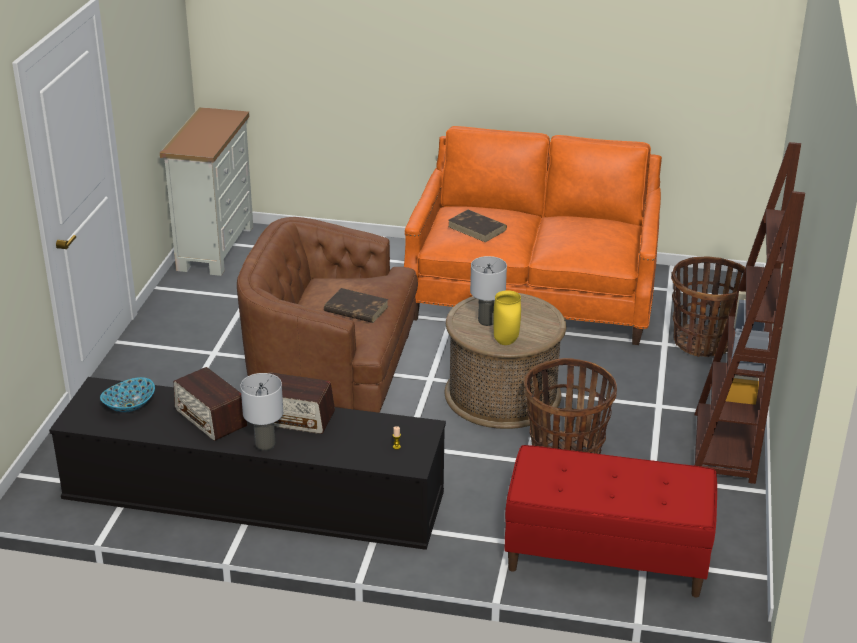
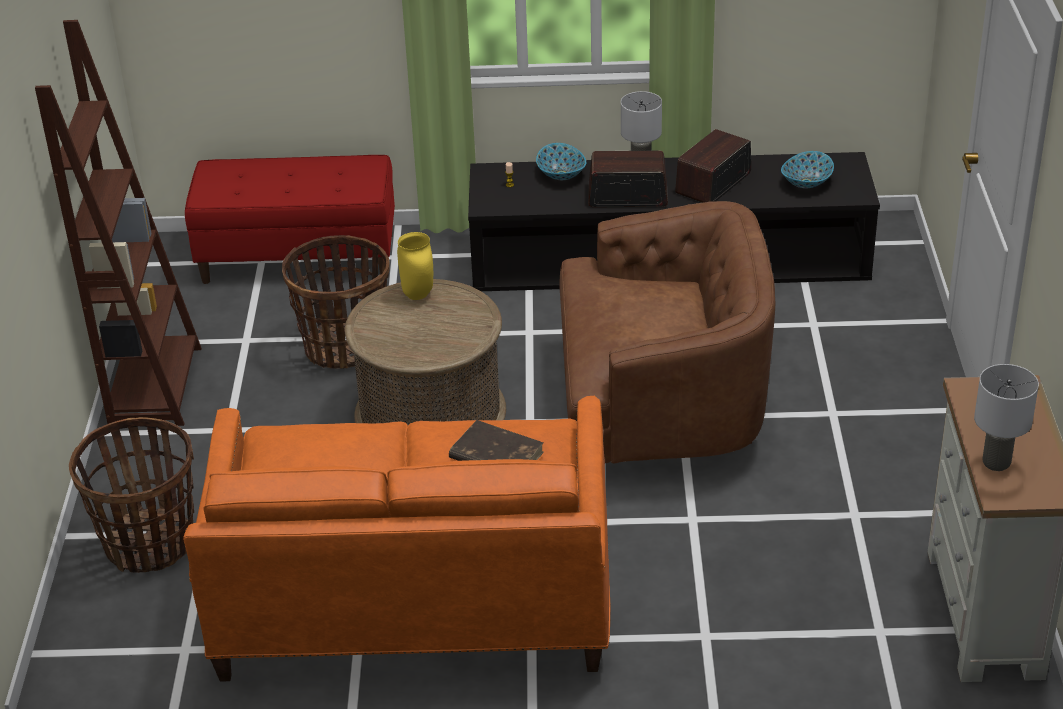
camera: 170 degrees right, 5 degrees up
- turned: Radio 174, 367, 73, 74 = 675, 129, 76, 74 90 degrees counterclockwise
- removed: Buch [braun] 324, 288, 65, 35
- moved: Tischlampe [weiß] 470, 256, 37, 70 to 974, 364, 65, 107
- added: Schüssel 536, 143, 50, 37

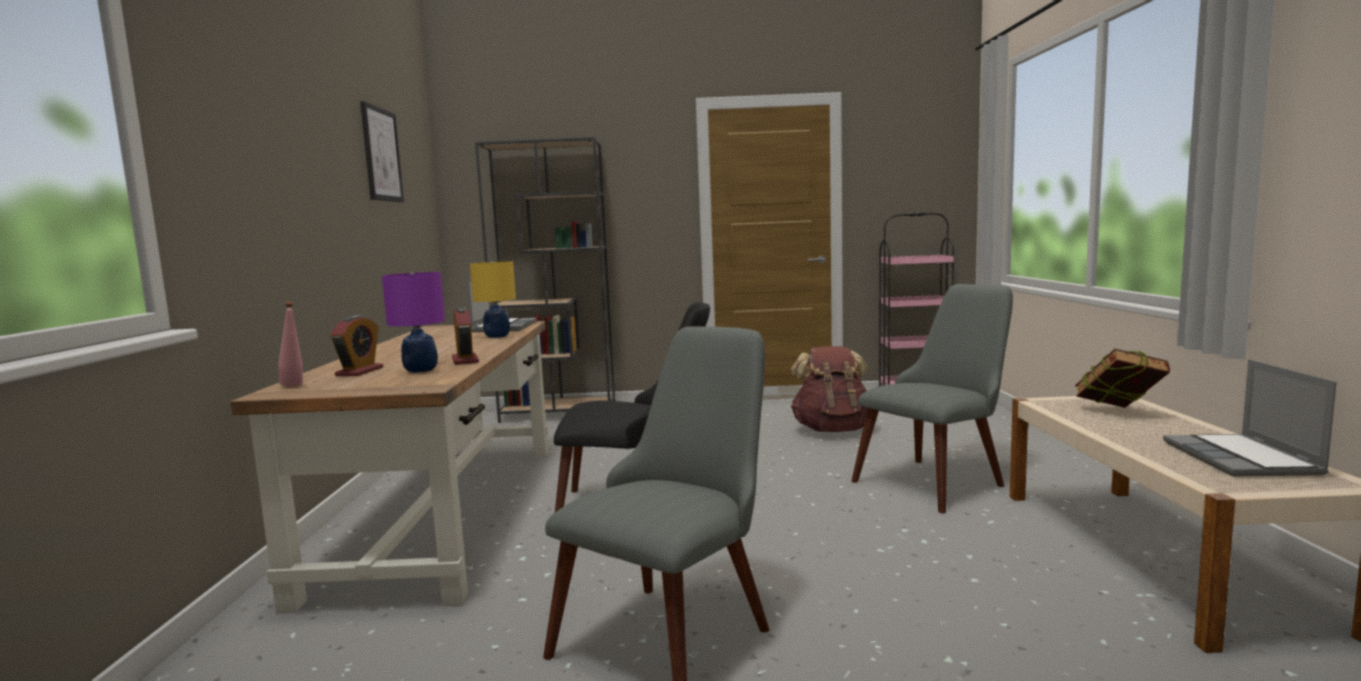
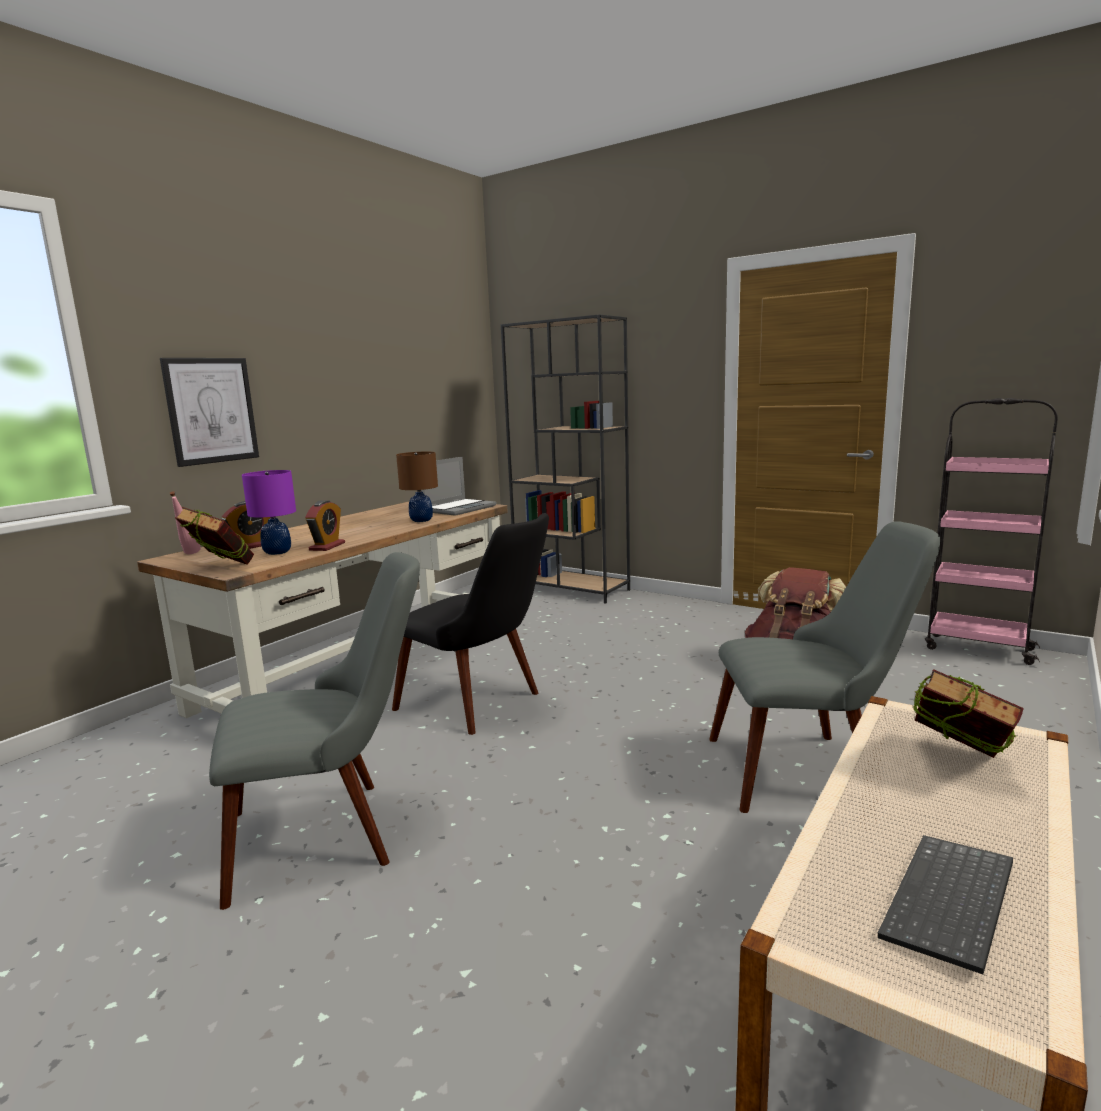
camera: 35 degrees right, 5 degrees up
- moved: Bild 360, 101, 44, 101 to 160, 358, 99, 109
- recoloured: Tischlampe [gelb] 470, 261, 46, 77 to Tischlampe [braun] 396, 452, 42, 70
- replaced: Laptop 1163, 359, 174, 117 to Tastatur 878, 835, 135, 139
- added: Buch 175, 507, 79, 58

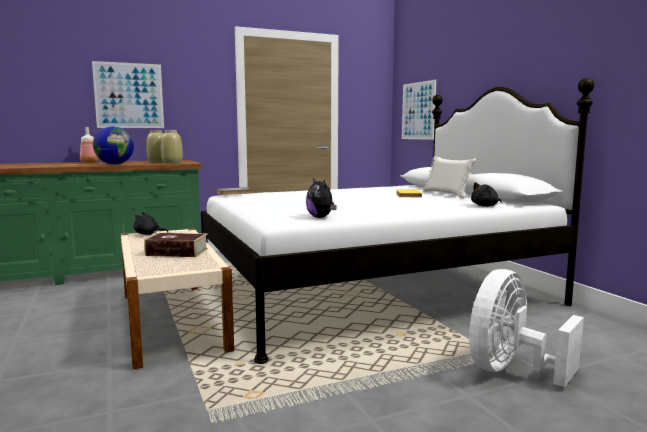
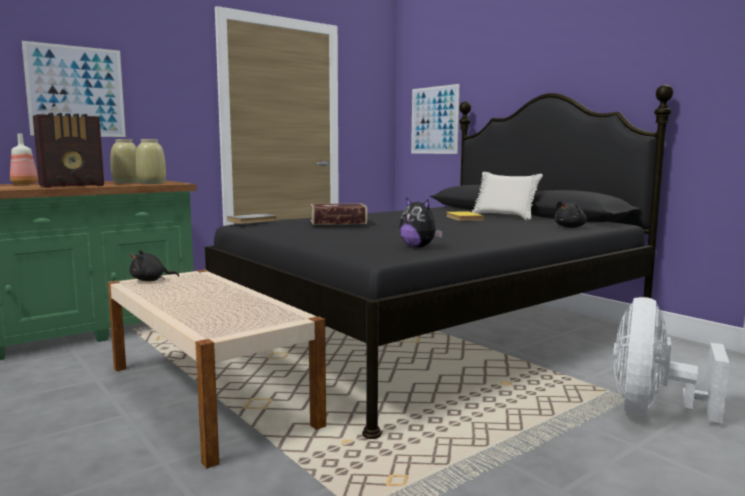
camera: 15 degrees left, 0 degrees up
- replaced: Globus 93, 126, 41, 38 to Radio 33, 113, 71, 75
- moved: Buch 144, 233, 64, 24 to 311, 203, 56, 22
- recoloured: Bett [weiß] 201, 78, 393, 286 to Bett [schwarz] 205, 85, 468, 354

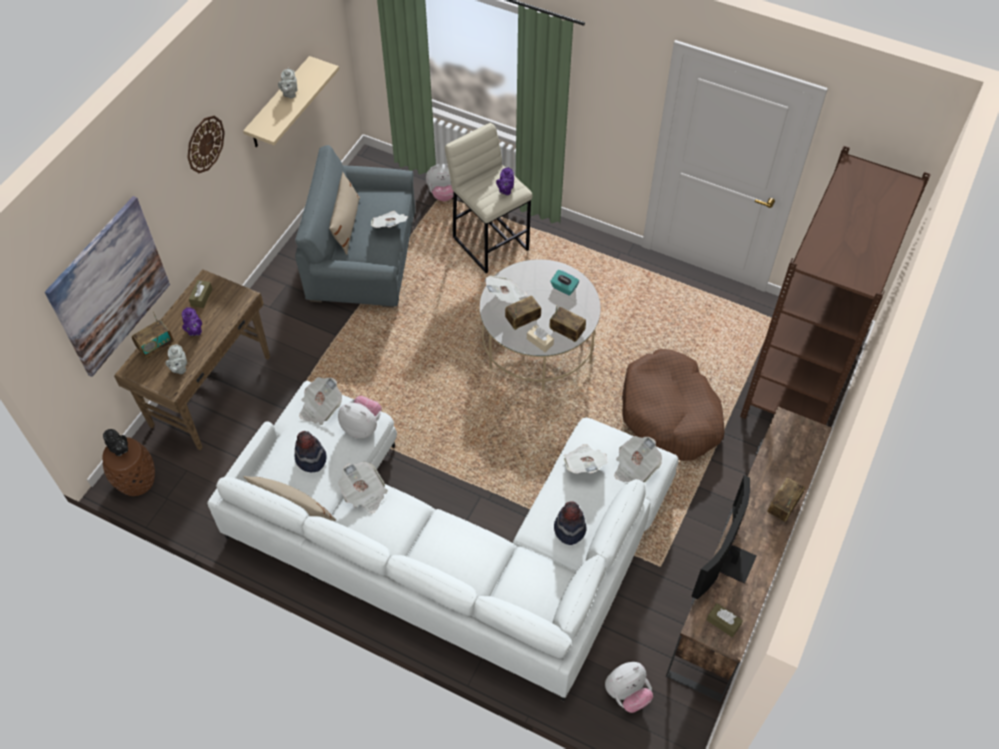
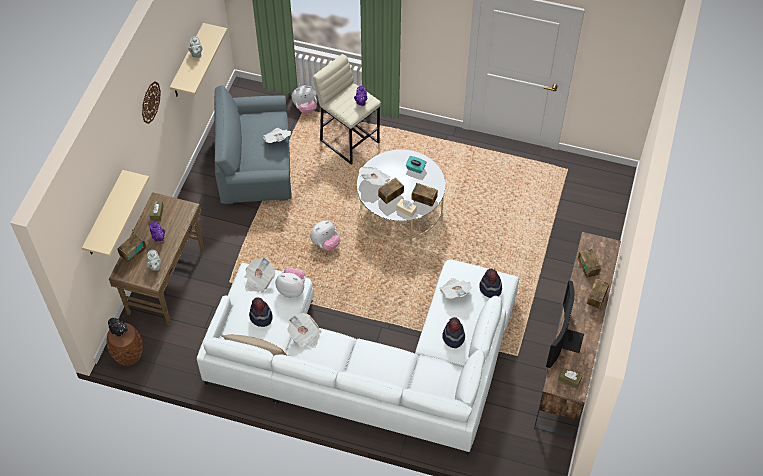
camera: 10 degrees left, 0 degrees up
- replaced: Bild 45, 196, 125, 181 to Wandregal [beige] 82, 170, 67, 87
- removed: Kissen [beige] 329, 172, 31, 83
- moved: Plüschtier 605, 662, 48, 51 to 310, 221, 30, 30
- replaced: Zeitung 614, 436, 48, 46 to Hut 480, 269, 22, 29
- removed: Hundebett [braun] 622, 349, 102, 112
- removed: Bücherregal [braun] 740, 146, 191, 279
- added: Radio 578, 249, 23, 29

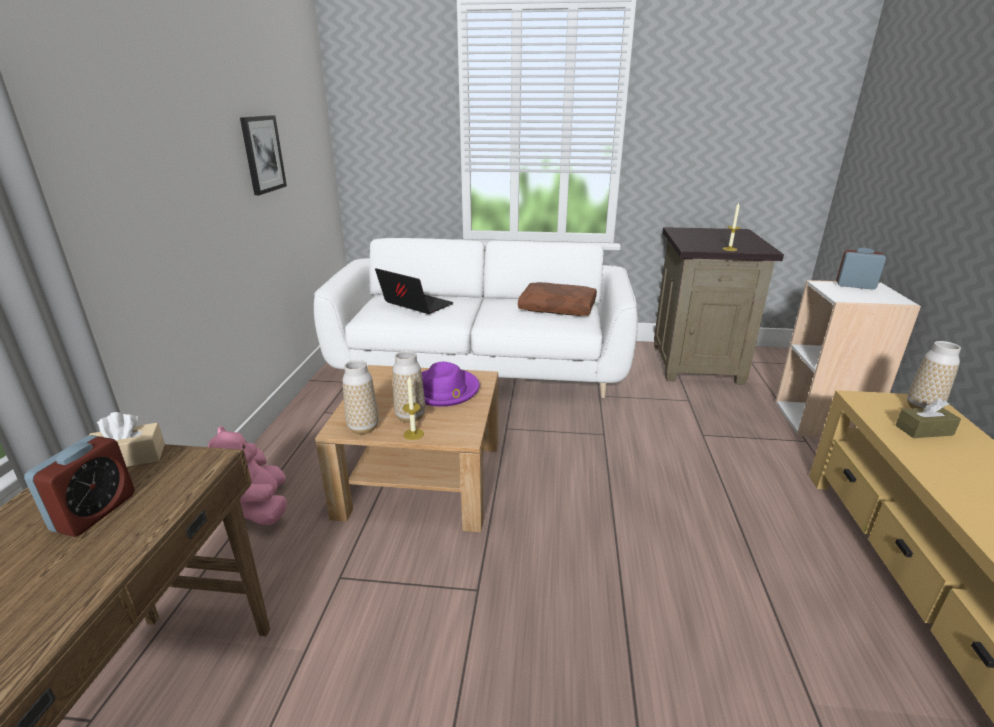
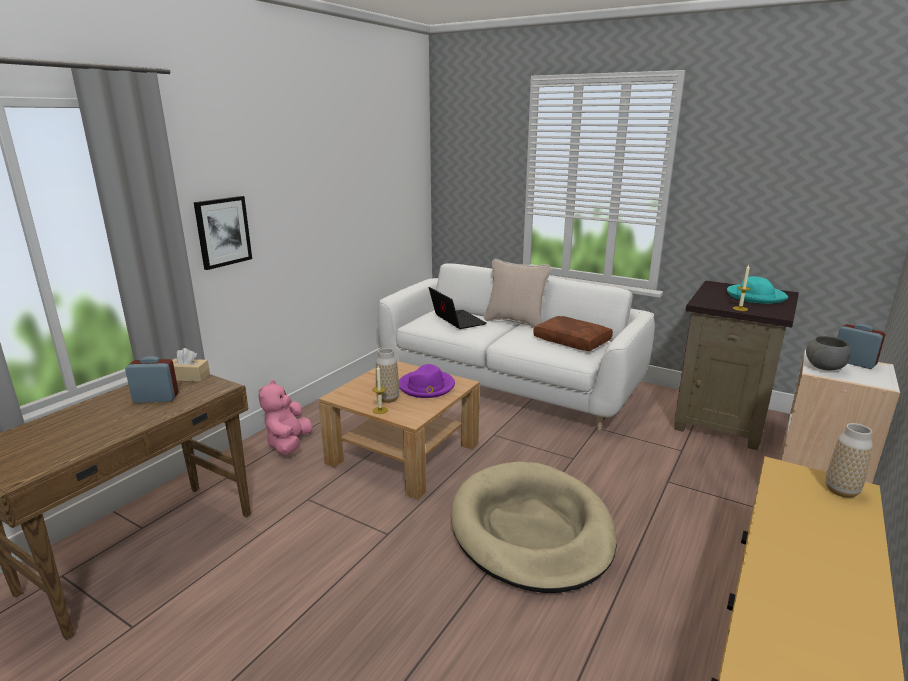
camera: 25 degrees right, 5 degrees down
- turned: Wecker 24, 435, 111, 102 = 125, 356, 54, 47 135 degrees counterclockwise
- moved: Bild 240, 115, 47, 80 to 194, 196, 58, 74
- removed: Vase 342, 360, 37, 74
- removed: Taschentuchbox [braun] 895, 398, 66, 40
- added: Hundebett [beige] 451, 461, 166, 132
- added: Kissen [beige] 484, 259, 68, 69
- added: Hut [türkis] 727, 276, 61, 28
- added: Schüssel [grau] 806, 336, 45, 34

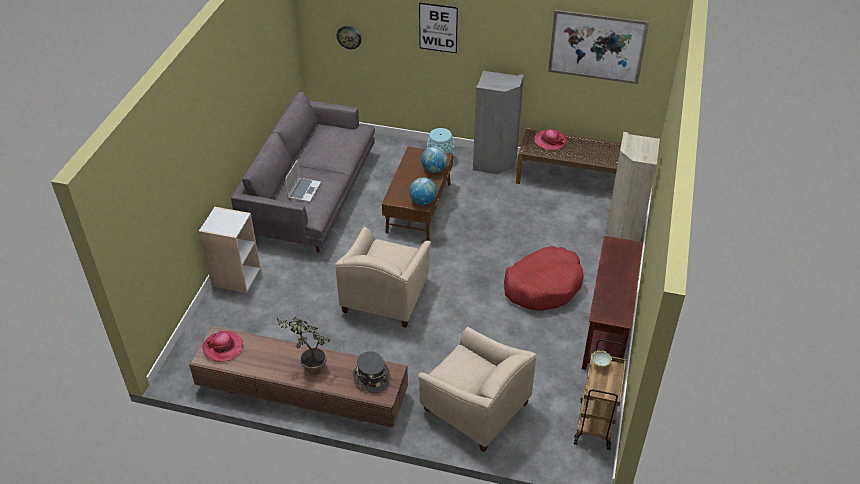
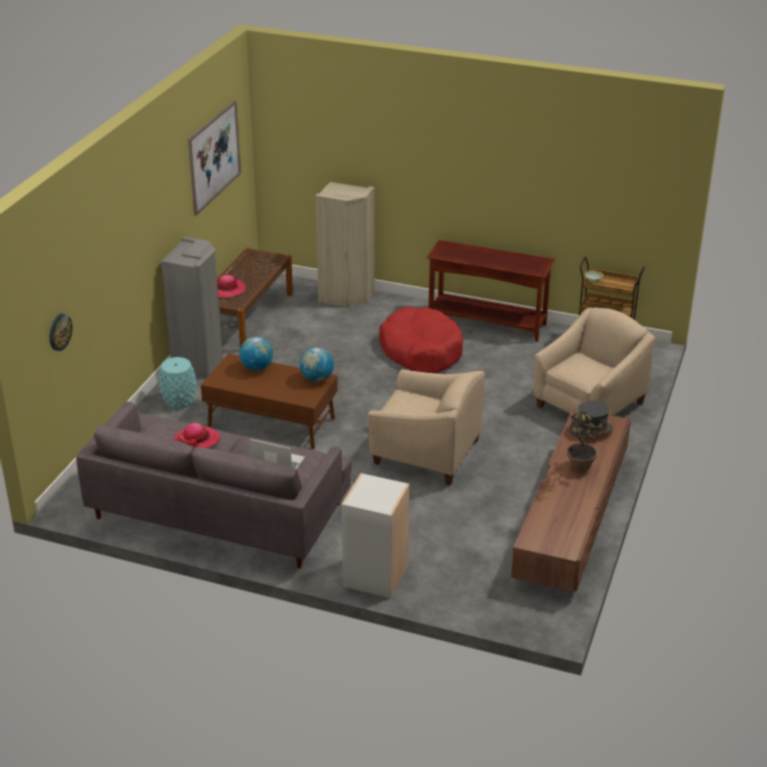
camera: 85 degrees left, 10 degrees down
- moved: Hut 203, 331, 40, 31 to 173, 423, 47, 26
- removed: Bild 419, 3, 39, 50

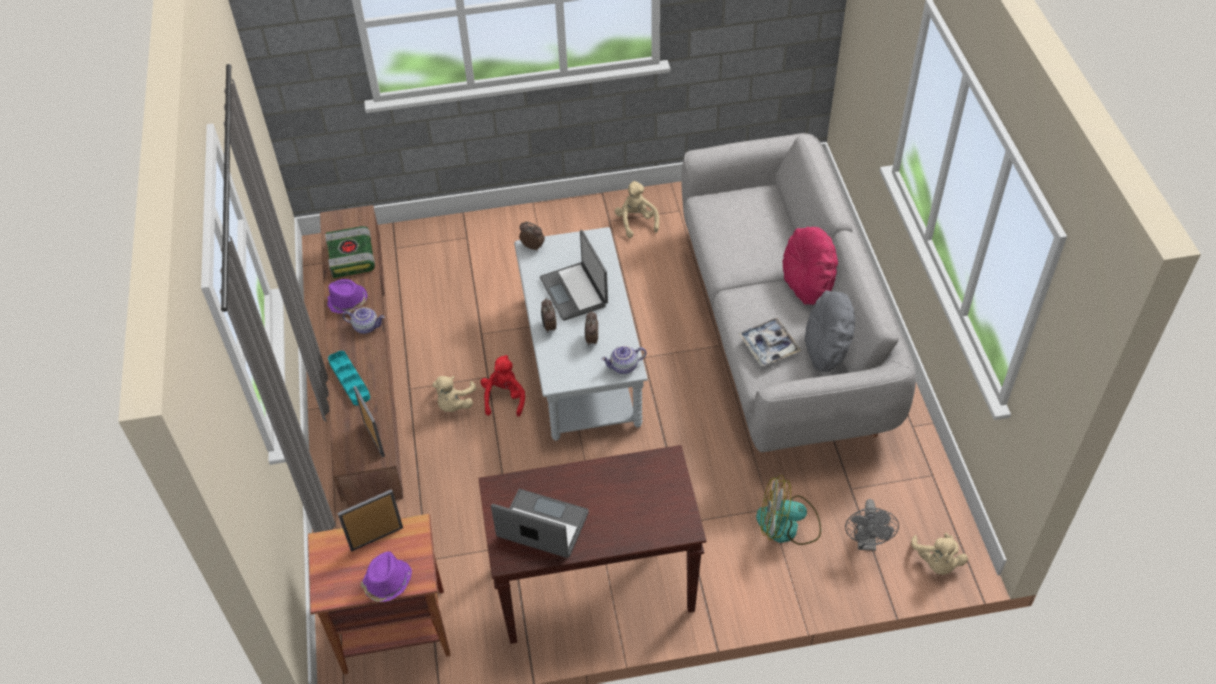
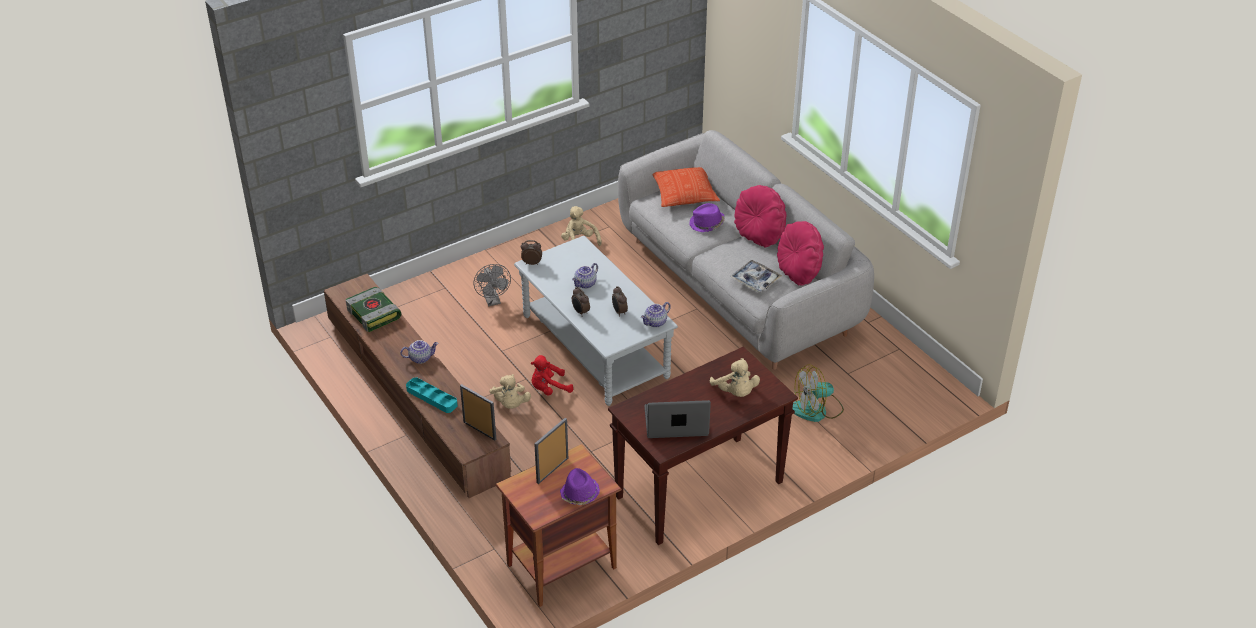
camera: 25 degrees left, 10 degrees down
- moved: Hut [lila] 327, 279, 41, 35 to 689, 203, 36, 29
- turned: Plüschtier [rot] 480, 355, 45, 61 = 530, 355, 43, 41 90 degrees counterclockwise
- replaced: Laptop 540, 230, 68, 91 to Teekanne 572, 263, 26, 26
- recoloured: Kissen [grau] 805, 290, 50, 82 to Kissen [rosa] 777, 221, 47, 65
- moved: Ventilator [grau] 845, 499, 54, 52 to 474, 264, 37, 42
- moved: Plüschtier [beige] 911, 533, 57, 42 to 710, 358, 50, 39
- added: Kissen [orange] 652, 167, 68, 40

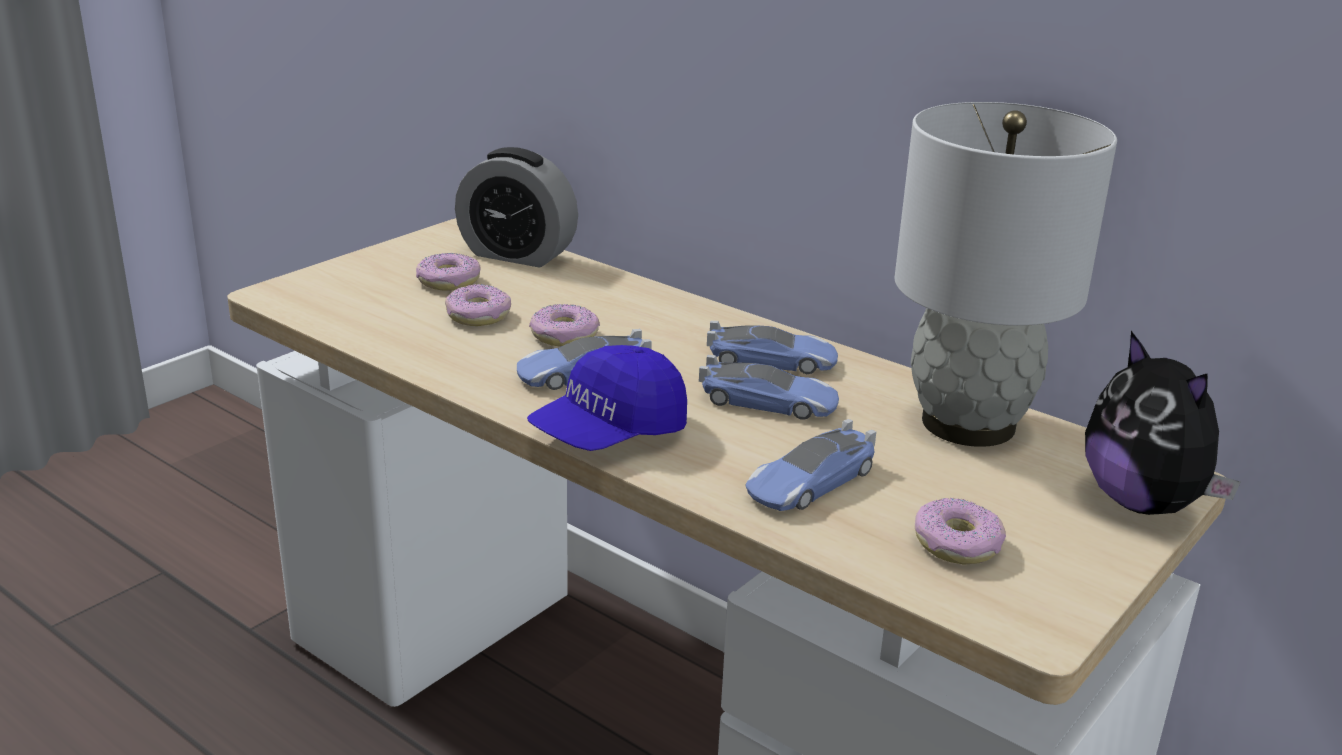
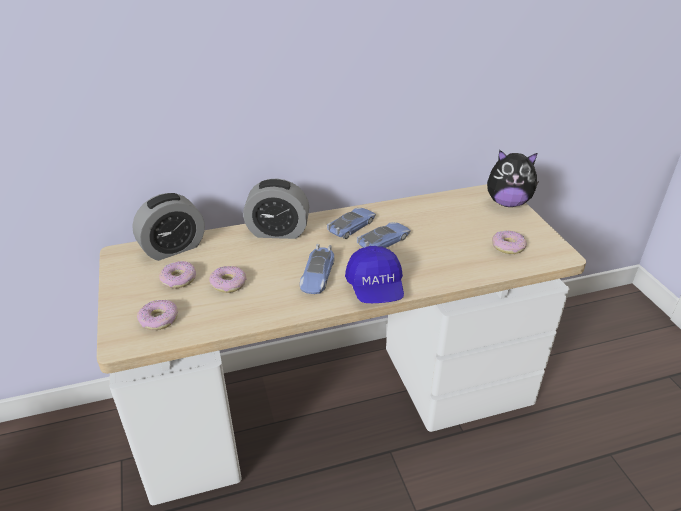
camera: 55 degrees left, 10 degrees up
- moved: Donut 529, 304, 71, 43 to 137, 300, 41, 30
- removed: Spielzeugauto 745, 419, 131, 92
- removed: Tischlampe [weiß] 895, 102, 222, 345
- added: Wecker 243, 179, 66, 60

